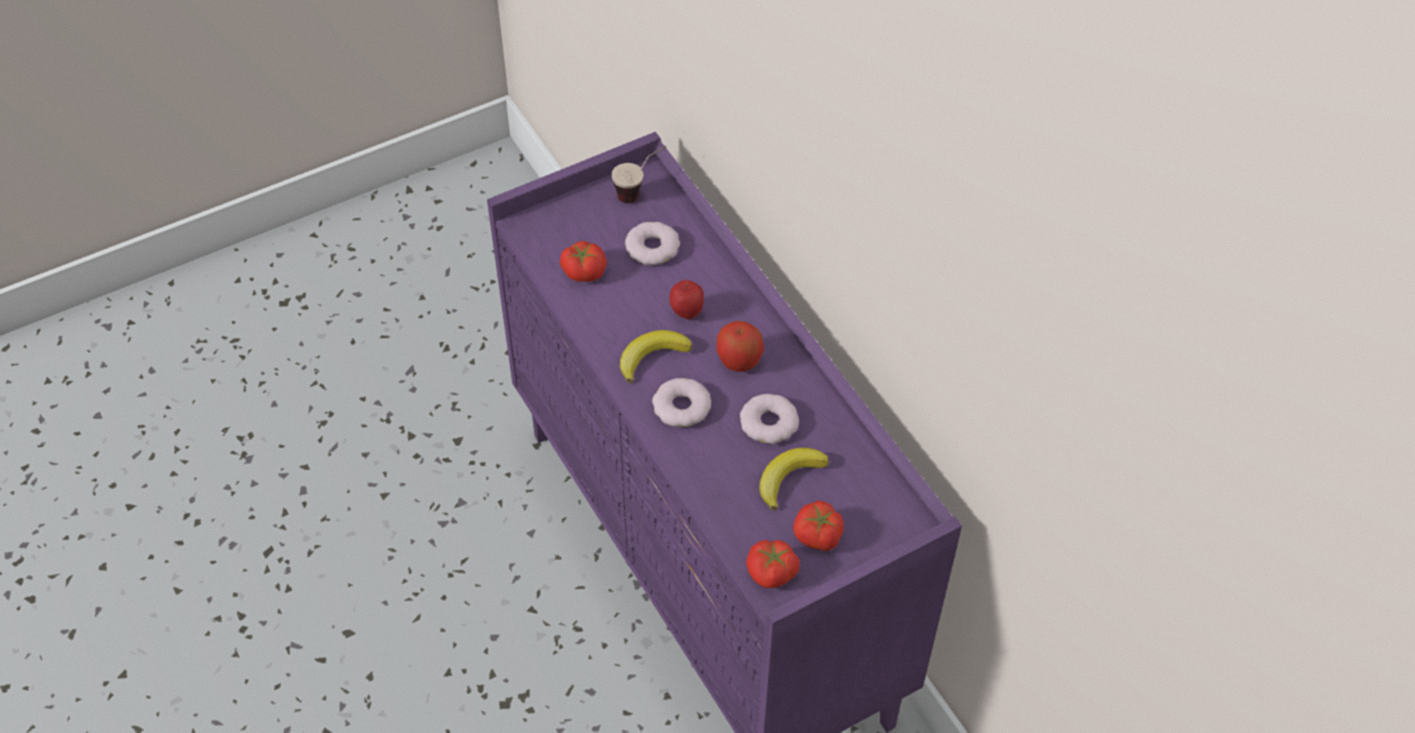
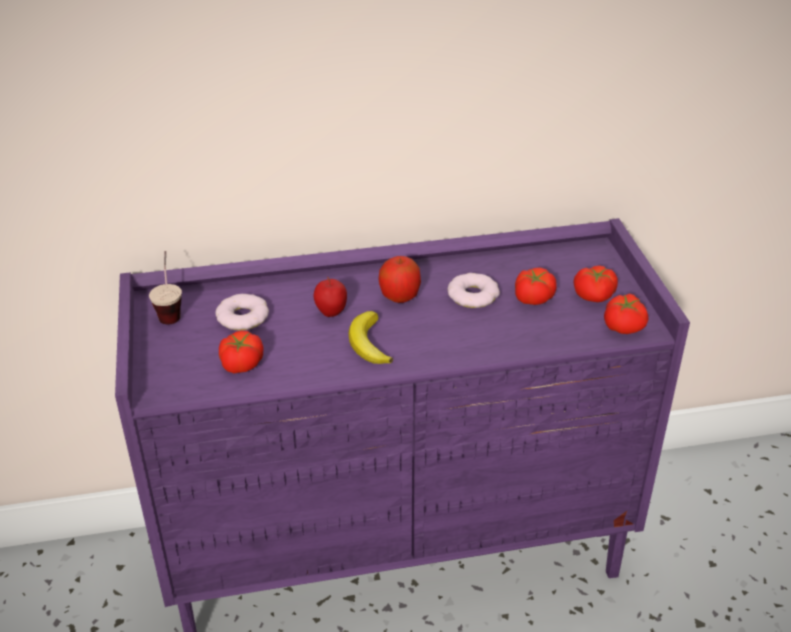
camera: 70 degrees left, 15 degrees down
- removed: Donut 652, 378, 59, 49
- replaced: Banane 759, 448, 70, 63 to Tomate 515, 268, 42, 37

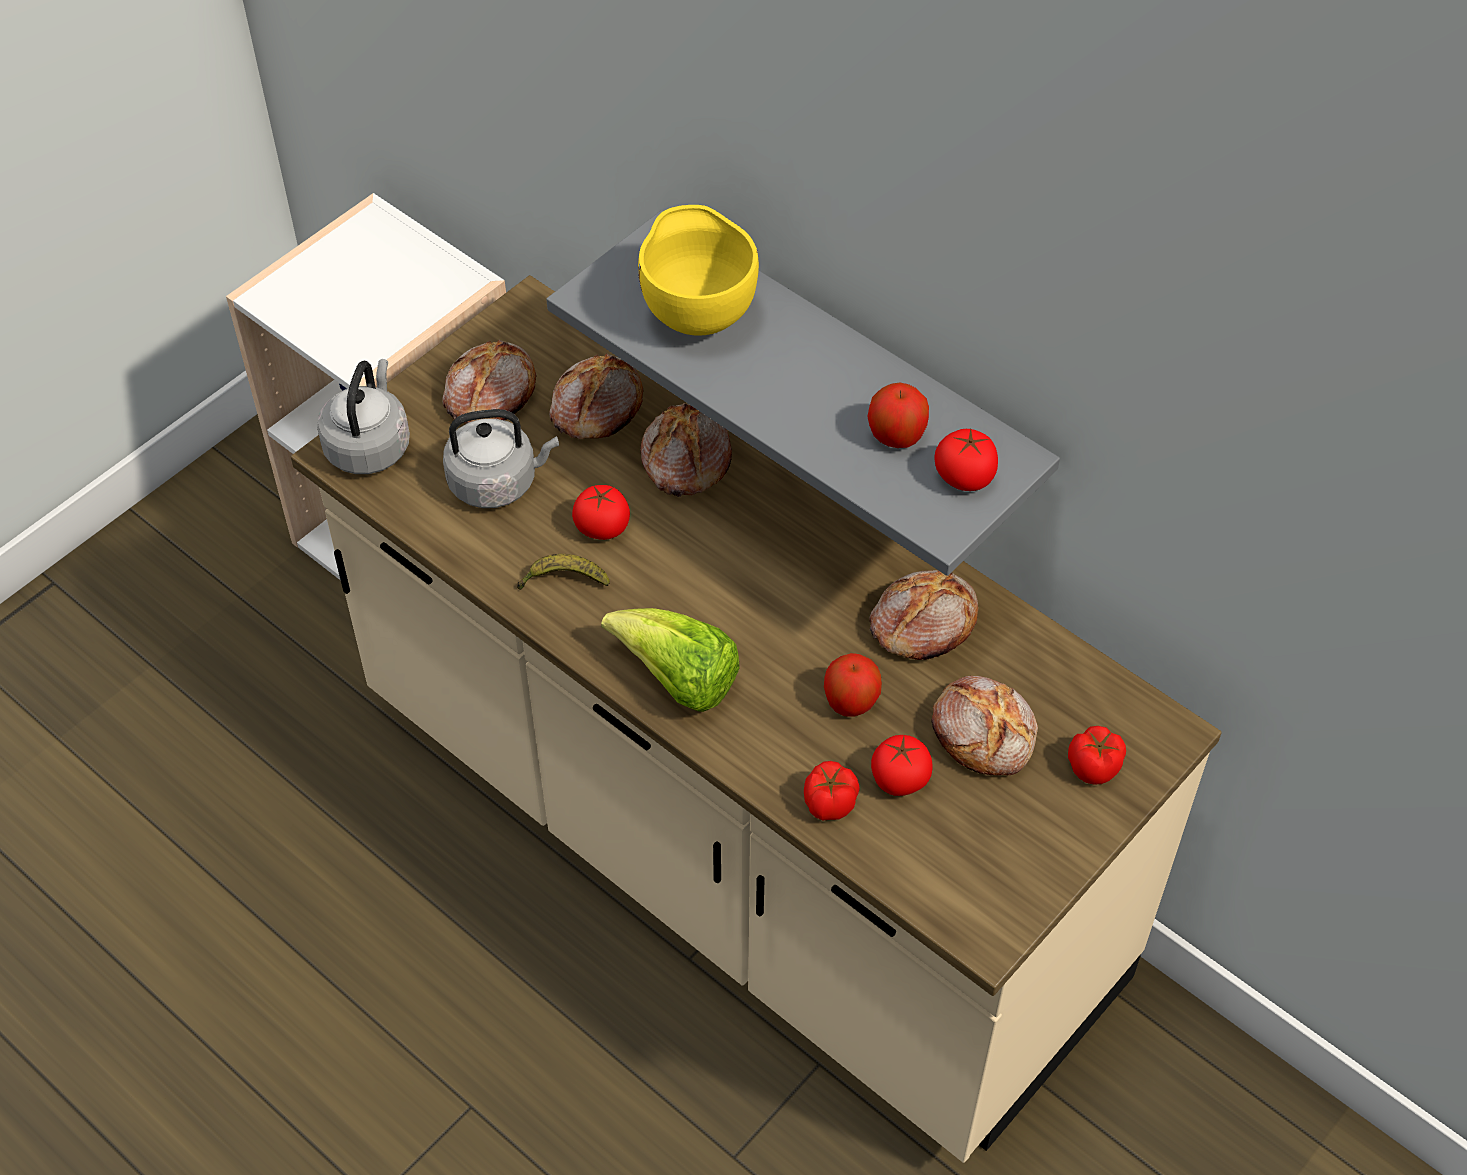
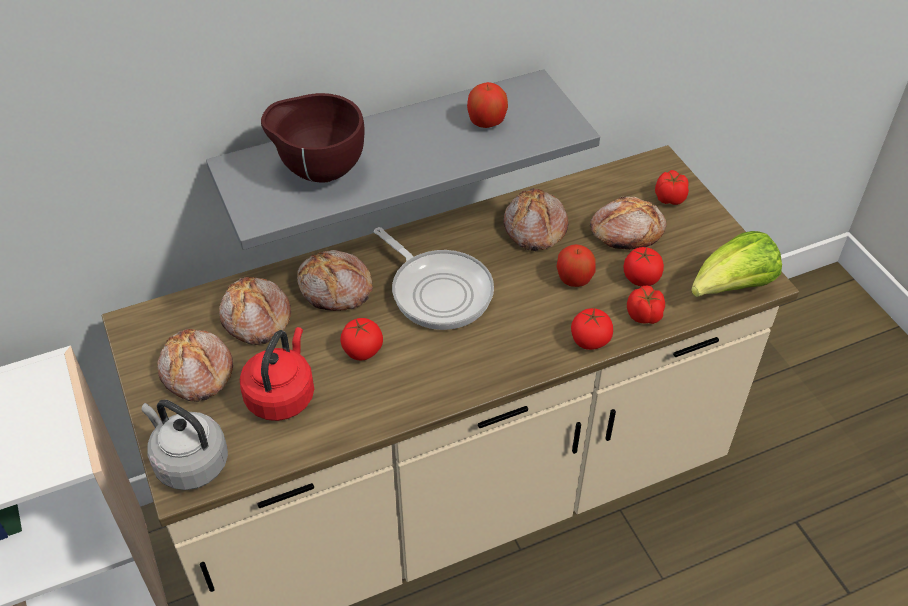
camera: 65 degrees left, 5 degrees down
- recoloured: Wasserkessel [grau] 443, 409, 116, 99 to Wasserkessel [rot] 240, 327, 74, 94
- removed: Banane 517, 554, 93, 36
- moved: Salatkopf 601, 608, 139, 104 to 691, 231, 91, 66
- recoloured: Schüssel [gelb] 638, 205, 121, 131 to Schüssel [braun] 261, 93, 104, 90
- moved: Tomate 935, 428, 63, 63 to 571, 308, 42, 42
- added: Pfanne 374, 227, 120, 103

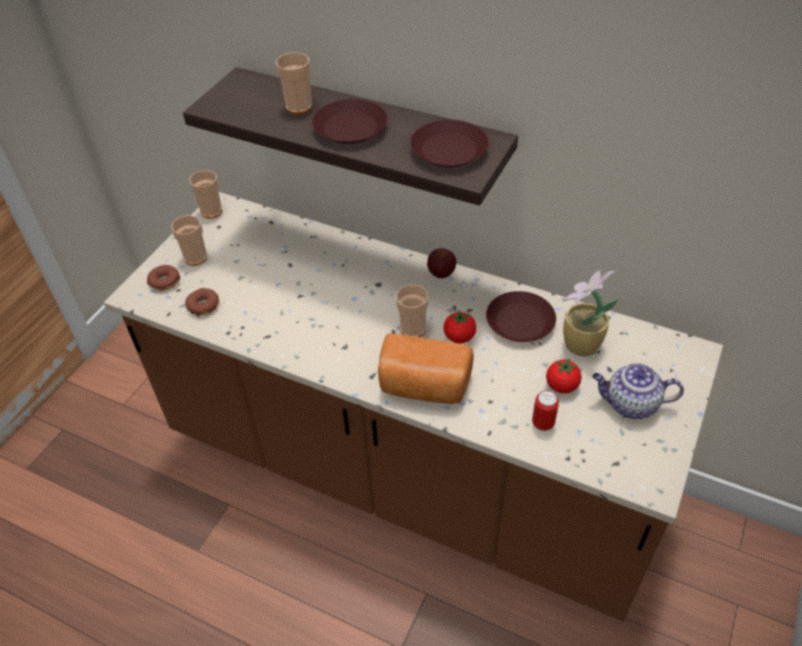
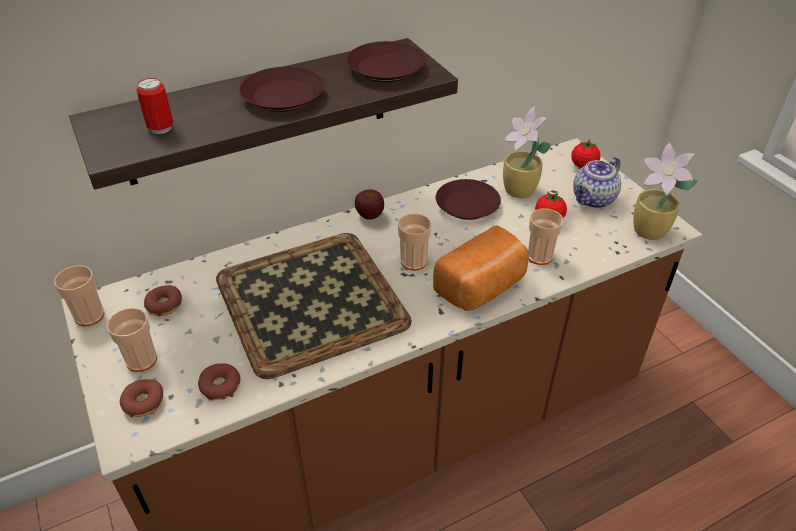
camera: 55 degrees left, 5 degrees down
- moved: Tasse 275, 52, 37, 62 to 528, 209, 35, 56
- moved: Tomate 443, 310, 33, 33 to 571, 139, 29, 29
- moved: Dose 532, 390, 27, 41 to 136, 78, 37, 56
- added: Donut 144, 285, 38, 31
- added: Tablett 216, 233, 196, 146
- added: Topfpflanze 633, 143, 65, 97

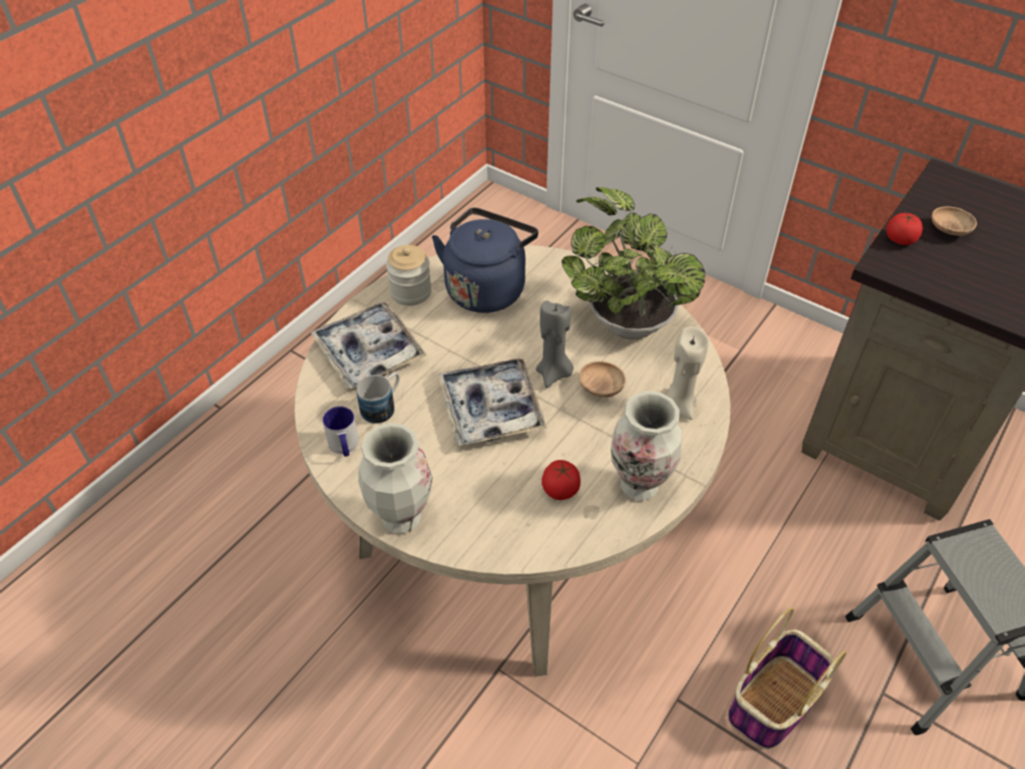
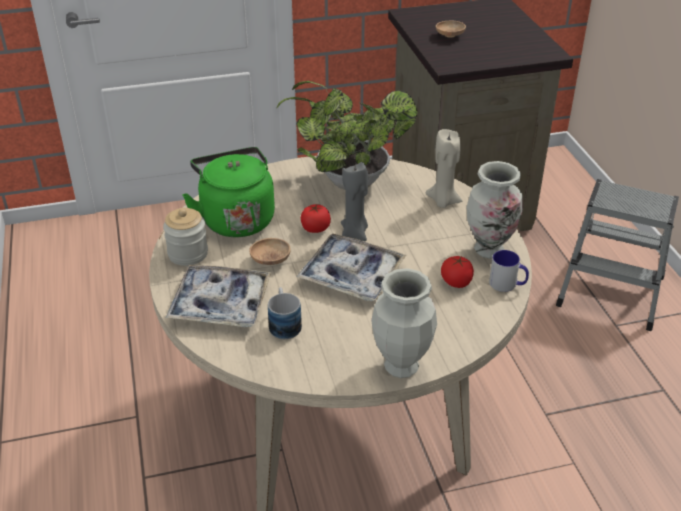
camera: 50 degrees left, 10 degrees down
- moved: Henkelbecher 323, 406, 36, 51 to 489, 250, 40, 42
- recoloured: Wasserkessel [blau] 432, 208, 106, 105 to Wasserkessel [grün] 182, 147, 93, 90
- moved: Schüssel [braun] 579, 361, 47, 37 to 249, 238, 42, 27
- removed: Korb 727, 607, 119, 142
- moved: Tomate 887, 213, 36, 32 to 301, 203, 30, 30

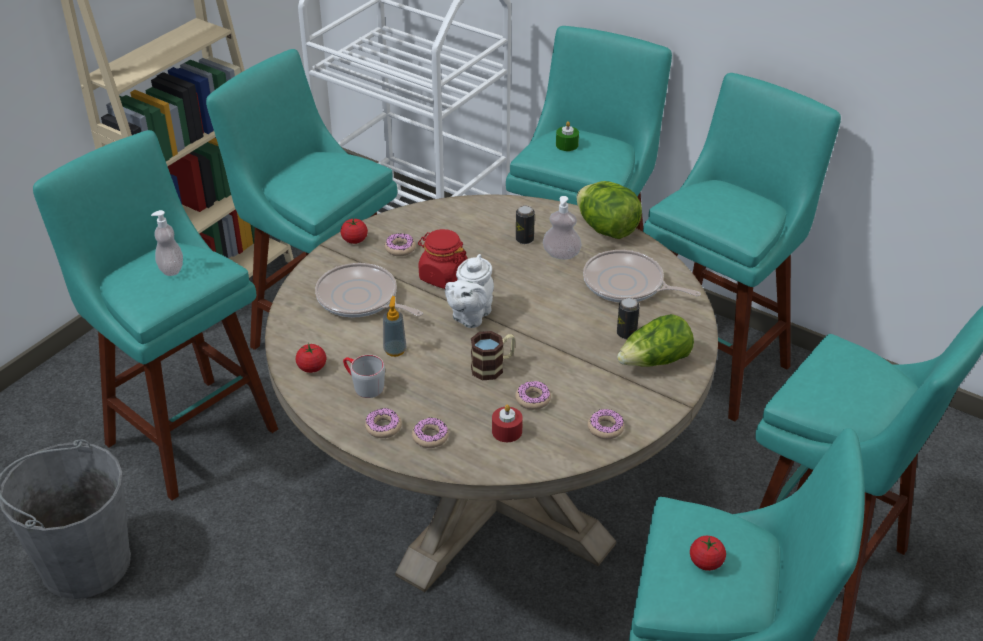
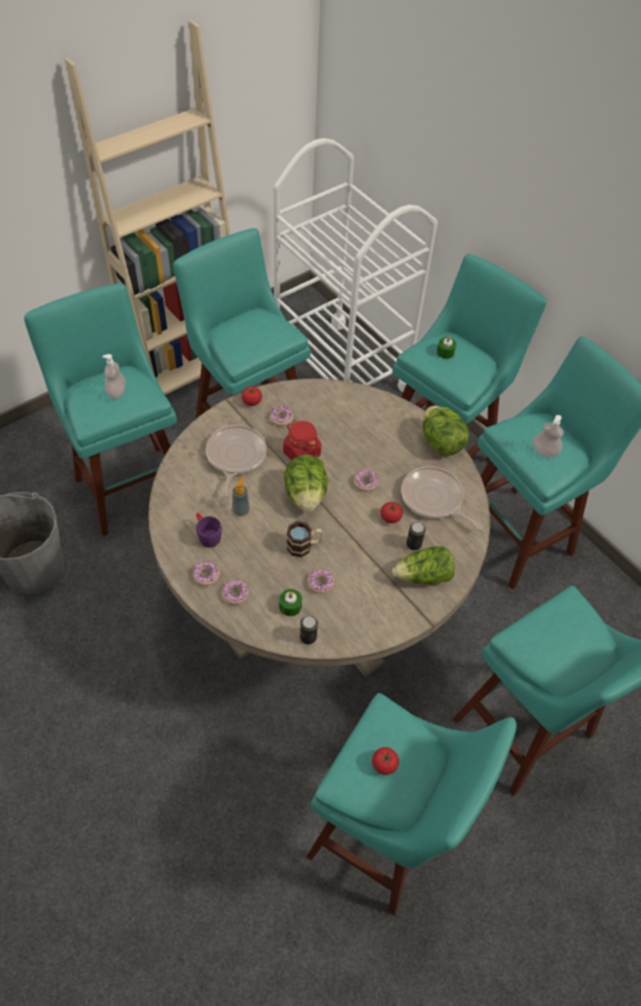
camera: 15 degrees right, 15 degrees up
- moved: Tomate 296, 343, 30, 30 to 380, 502, 23, 21
- turned: Pfanne 315, 263, 108, 54 = 206, 425, 61, 72 45 degrees clockwise
- recoloured: Henkelbecher [grau] 343, 355, 42, 43 to Henkelbecher [lila] 196, 513, 26, 35
- replaced: Teekanne [weiß] 445, 254, 49, 74 to Salatkopf 284, 455, 44, 57
- recoloured: Kerze [rot] 492, 405, 31, 37 to Kerze [grün] 279, 589, 23, 27
- moved: Dose 516, 205, 19, 39 to 300, 616, 18, 28
- moved: Seifenspender 543, 196, 38, 63 to 533, 415, 31, 42
- moved: Donut 588, 409, 36, 30 to 354, 470, 24, 22

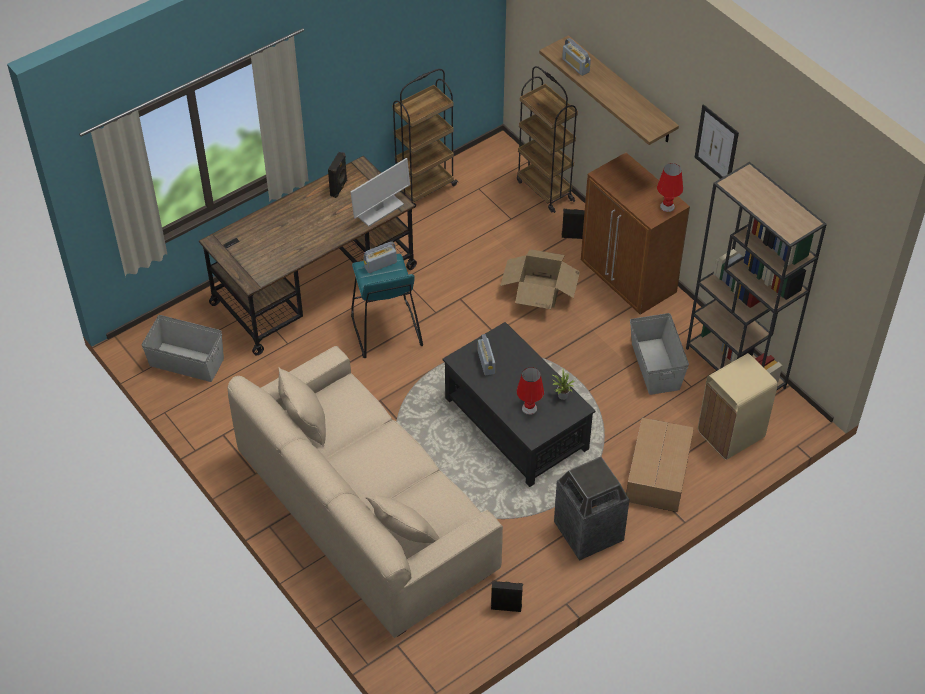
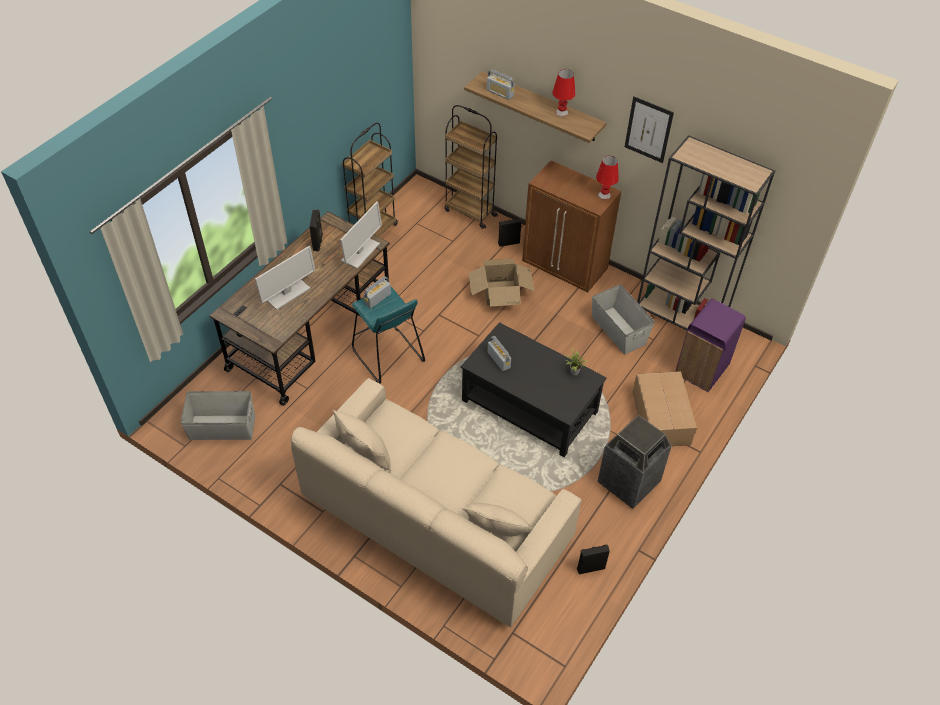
camera: 20 degrees left, 0 degrees up
- moved: Tischlampe [rot] 517, 367, 27, 48 to 553, 69, 23, 48
- recoloured: Mülleimer [beige] 698, 353, 80, 107 to Mülleimer [lila] 676, 299, 70, 93
- added: Monitor 255, 246, 60, 64

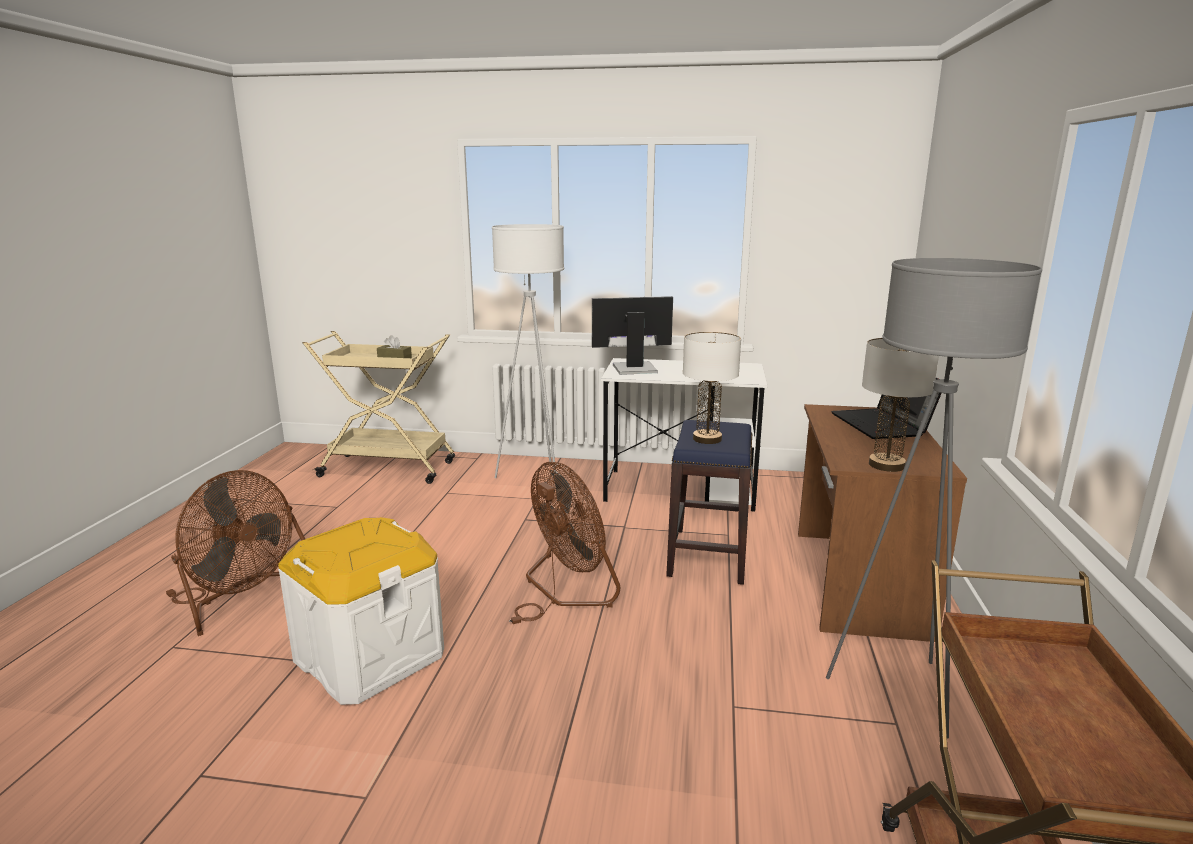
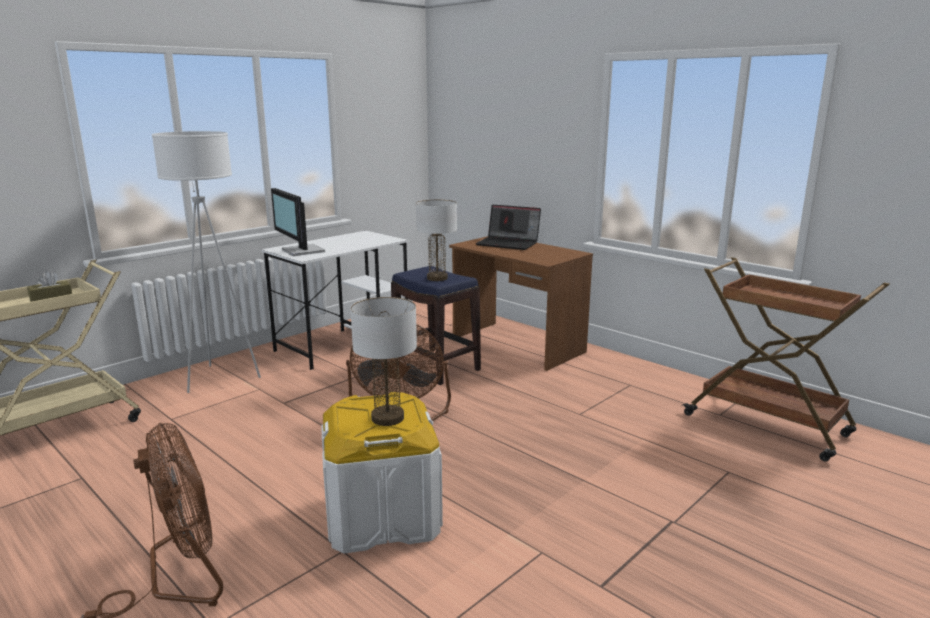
camera: 55 degrees left, 0 degrees up
- turned: Monitor 592, 296, 81, 79 = 271, 188, 54, 68 60 degrees counterclockwise
- removed: Stehlampe [grau] 826, 258, 216, 480
- moved: Tischlampe 862, 338, 77, 134 to 350, 297, 67, 129

